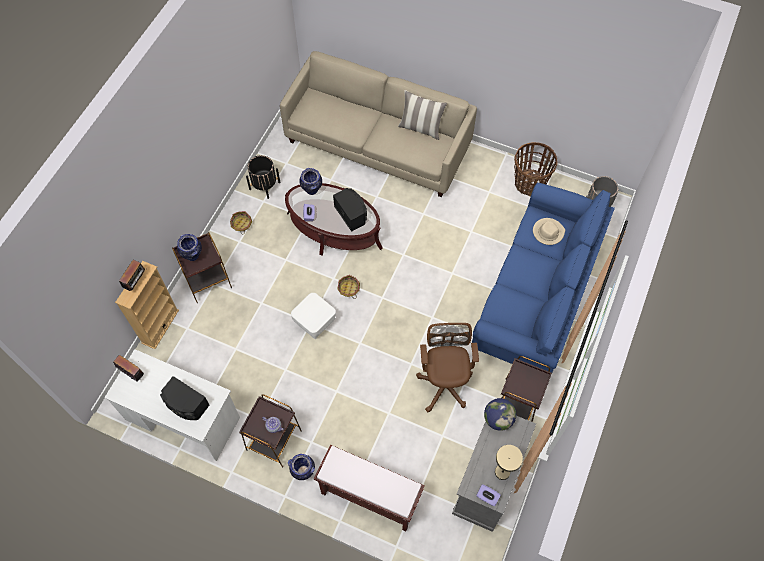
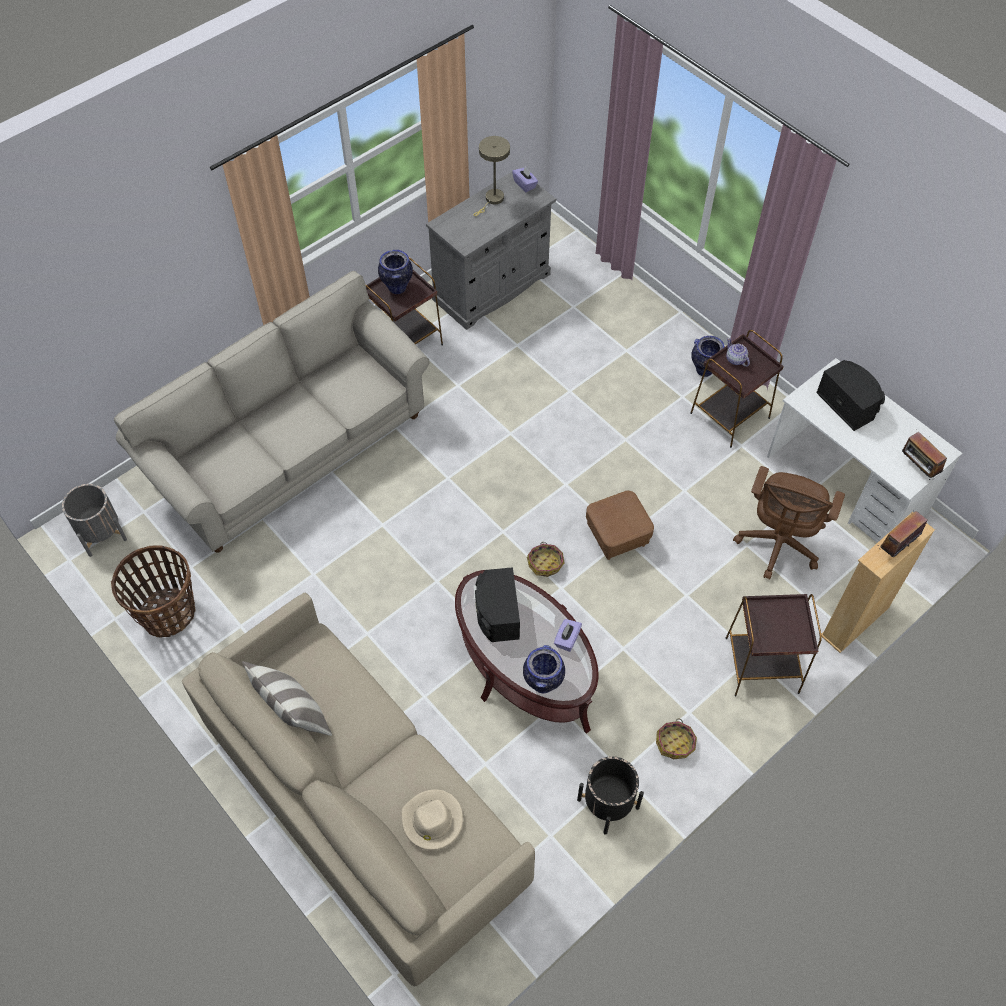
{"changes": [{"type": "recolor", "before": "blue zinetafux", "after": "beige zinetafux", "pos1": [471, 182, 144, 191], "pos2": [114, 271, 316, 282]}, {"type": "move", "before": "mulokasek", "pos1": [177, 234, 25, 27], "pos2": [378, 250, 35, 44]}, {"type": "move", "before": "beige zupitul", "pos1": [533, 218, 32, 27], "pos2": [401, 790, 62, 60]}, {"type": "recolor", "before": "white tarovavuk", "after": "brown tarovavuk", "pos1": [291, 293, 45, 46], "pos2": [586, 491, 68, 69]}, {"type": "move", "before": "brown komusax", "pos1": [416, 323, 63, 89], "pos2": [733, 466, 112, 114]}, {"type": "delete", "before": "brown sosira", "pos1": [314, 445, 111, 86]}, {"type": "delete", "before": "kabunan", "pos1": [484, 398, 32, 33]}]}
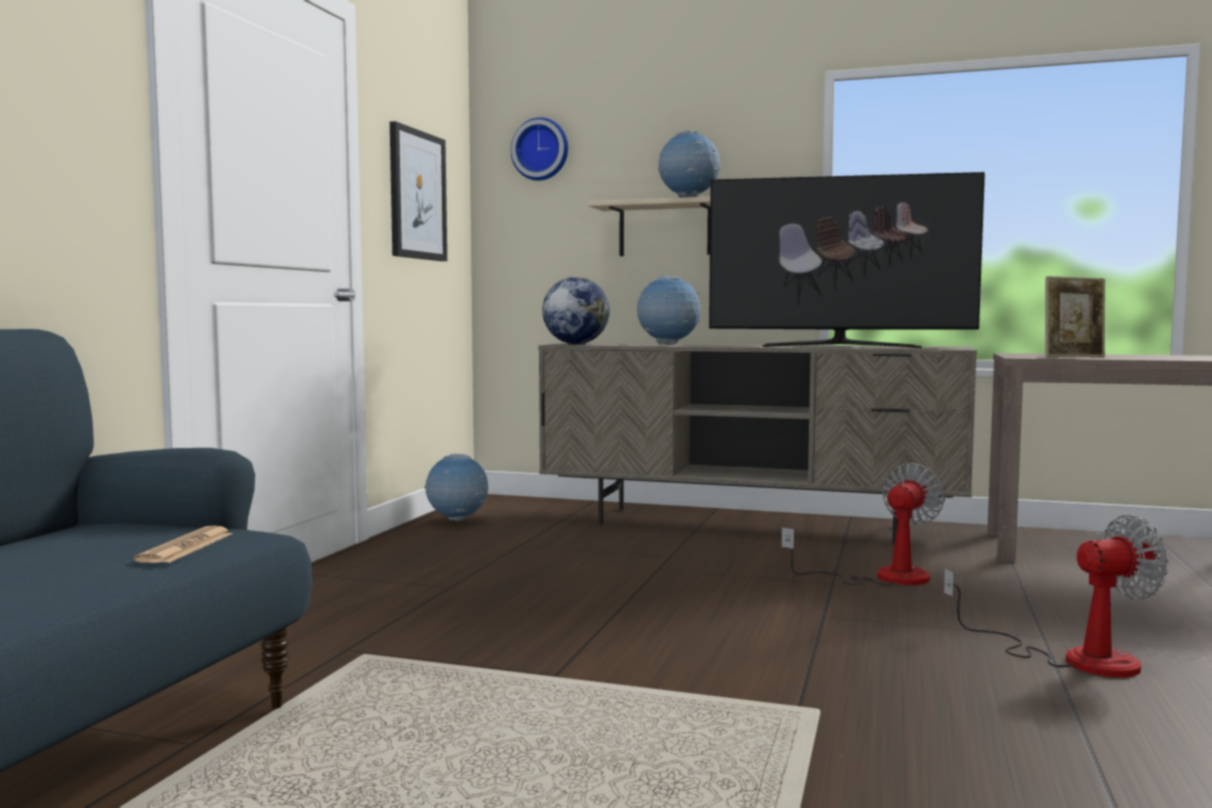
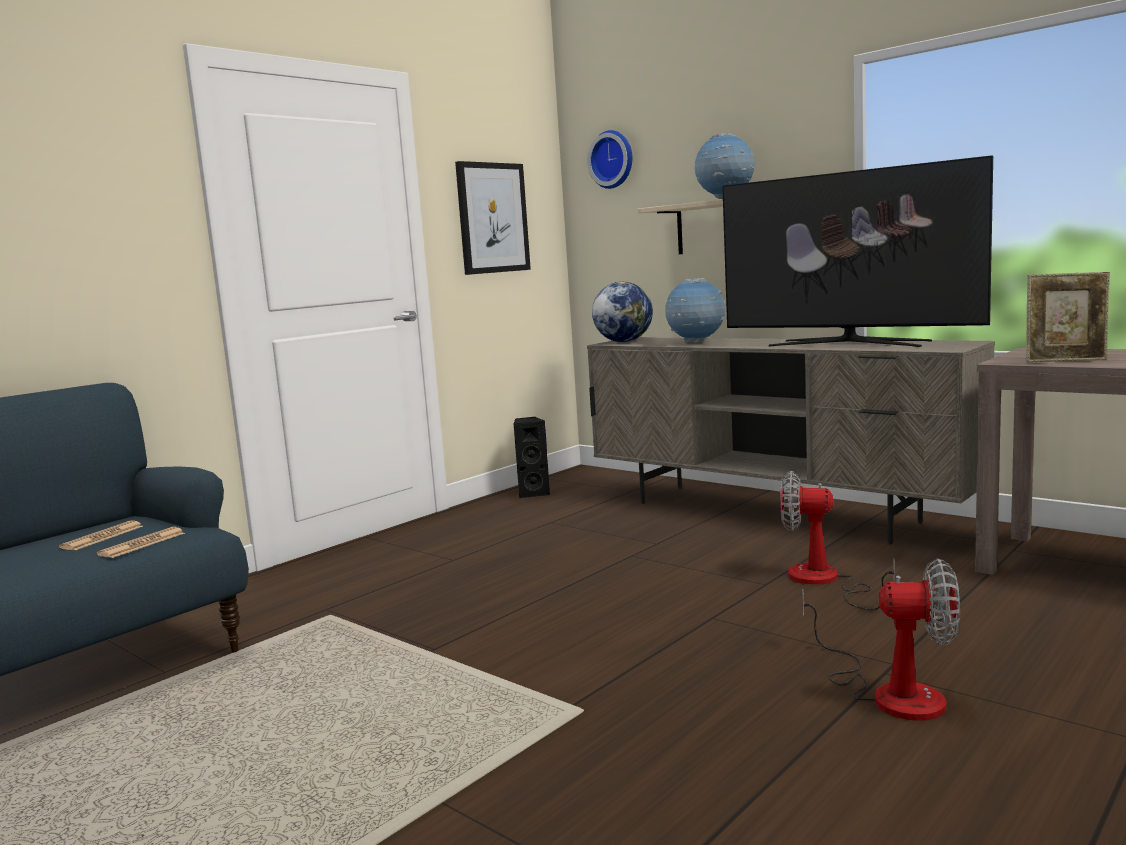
{"changes": [{"type": "insert", "after": "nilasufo", "pos2": [59, 520, 84, 30]}, {"type": "replace", "before": "kabunan", "after": "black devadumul", "pos1": [424, 454, 64, 67], "pos2": [514, 417, 36, 81]}, {"type": "rotate", "before": "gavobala", "pos1": [781, 463, 164, 123], "pos2": [780, 471, 115, 139], "turn": -135}]}
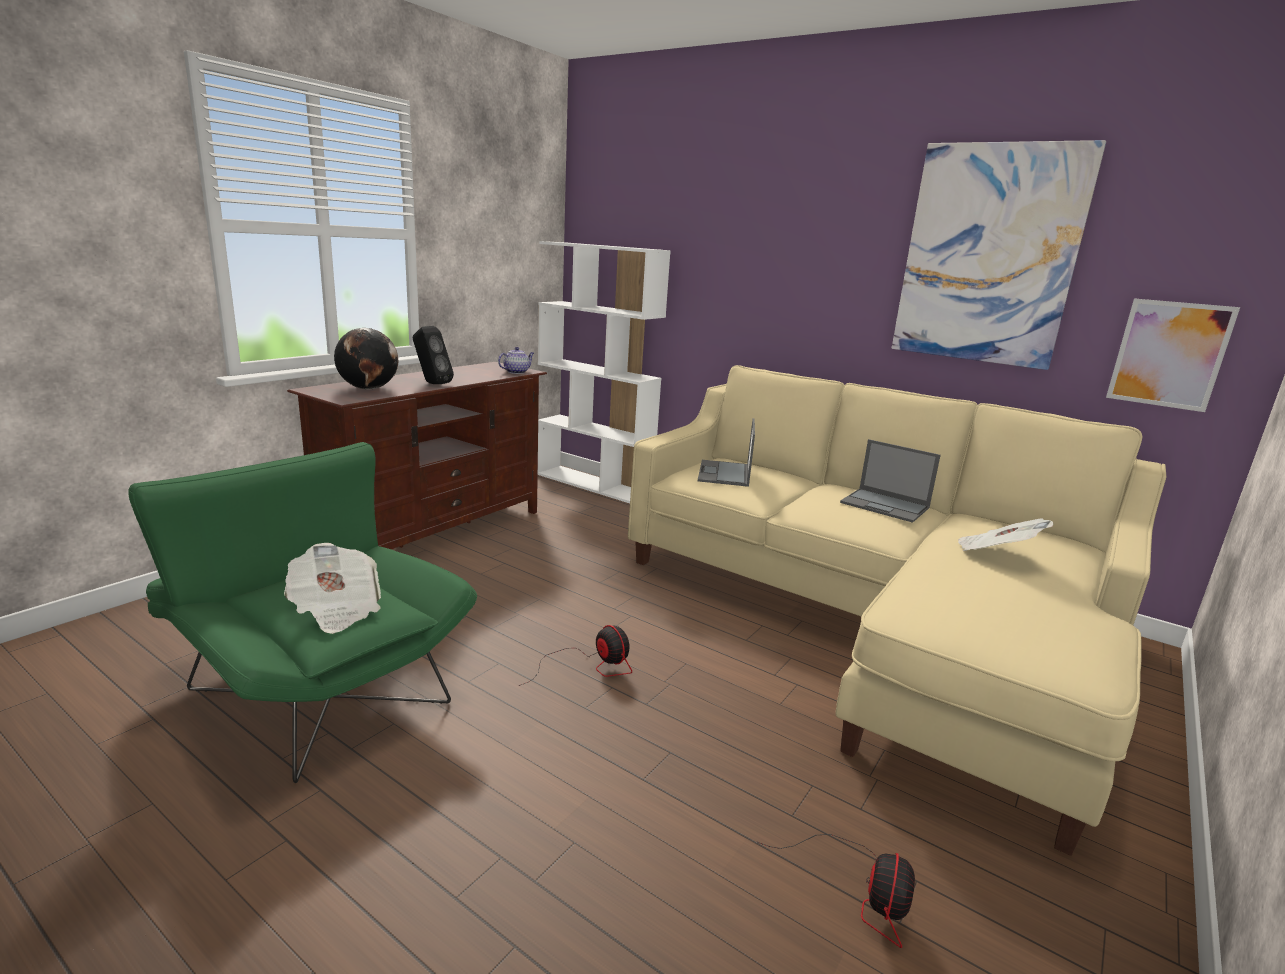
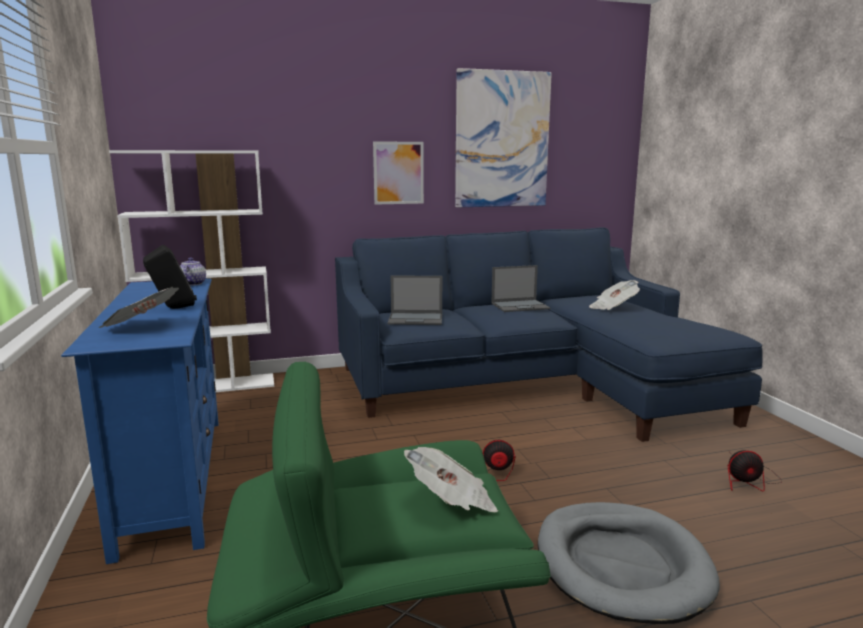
{"changes": [{"type": "recolor", "before": "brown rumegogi", "after": "blue rumegogi", "pos1": [287, 362, 260, 187], "pos2": [61, 278, 158, 286]}, {"type": "replace", "before": "kabunan", "after": "nilasufo", "pos1": [334, 328, 64, 61], "pos2": [99, 287, 80, 41]}, {"type": "recolor", "before": "beige zinetafux", "after": "blue zinetafux", "pos1": [628, 365, 538, 491], "pos2": [335, 227, 428, 215]}, {"type": "move", "before": "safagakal", "pos1": [1106, 298, 134, 114], "pos2": [373, 141, 51, 64]}, {"type": "rotate", "before": "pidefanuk", "pos1": [698, 418, 57, 69], "pos2": [387, 275, 55, 50], "turn": -45}, {"type": "insert", "after": "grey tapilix", "pos2": [538, 502, 182, 122]}, {"type": "rotate", "before": "gavobala", "pos1": [758, 834, 157, 114], "pos2": [728, 450, 54, 41], "turn": 120}]}
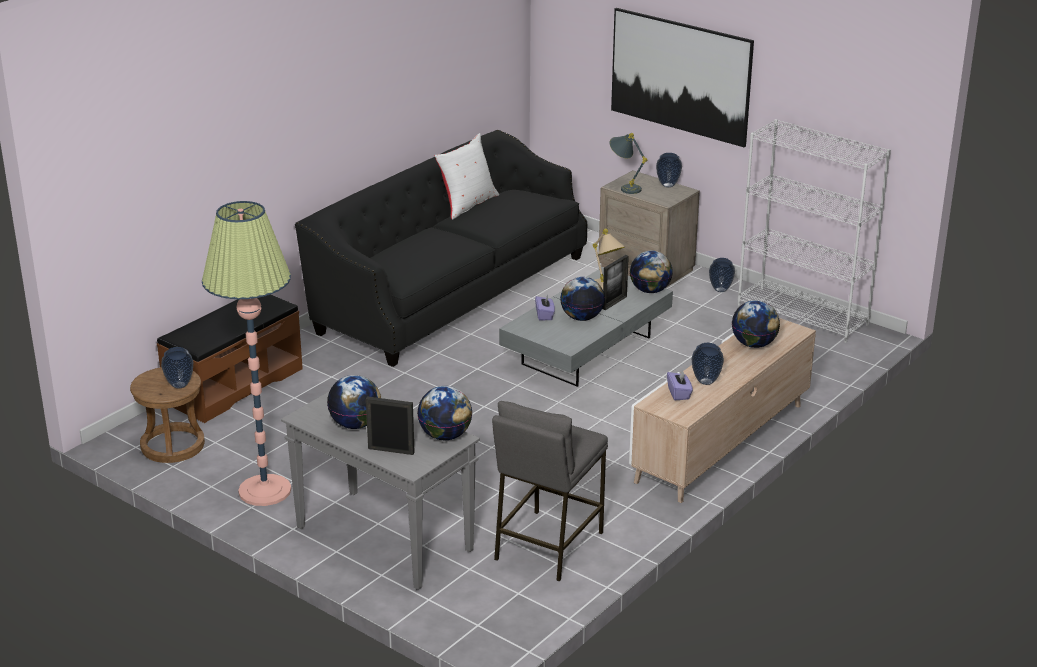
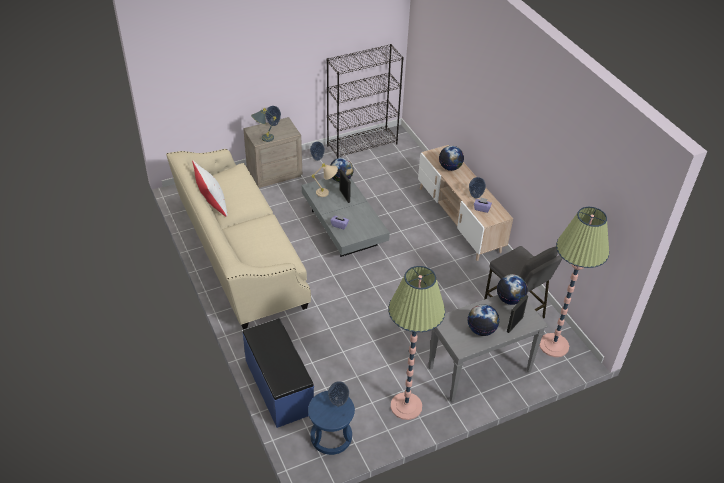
{"changes": [{"type": "recolor", "before": "black zinetafux", "after": "beige zinetafux", "pos1": [295, 130, 292, 237], "pos2": [166, 149, 145, 180]}, {"type": "recolor", "before": "brown sosira", "after": "blue sosira", "pos1": [157, 294, 146, 129], "pos2": [243, 318, 71, 110]}, {"type": "recolor", "before": "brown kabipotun", "after": "blue kabipotun", "pos1": [130, 367, 75, 96], "pos2": [308, 390, 47, 65]}, {"type": "recolor", "before": "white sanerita", "after": "black sanerita", "pos1": [738, 119, 153, 224], "pos2": [327, 44, 77, 114]}, {"type": "insert", "after": "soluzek", "pos2": [539, 207, 70, 150]}, {"type": "delete", "before": "kabunan", "pos1": [560, 277, 45, 44]}, {"type": "delete", "before": "safagakal", "pos1": [611, 8, 143, 139]}]}
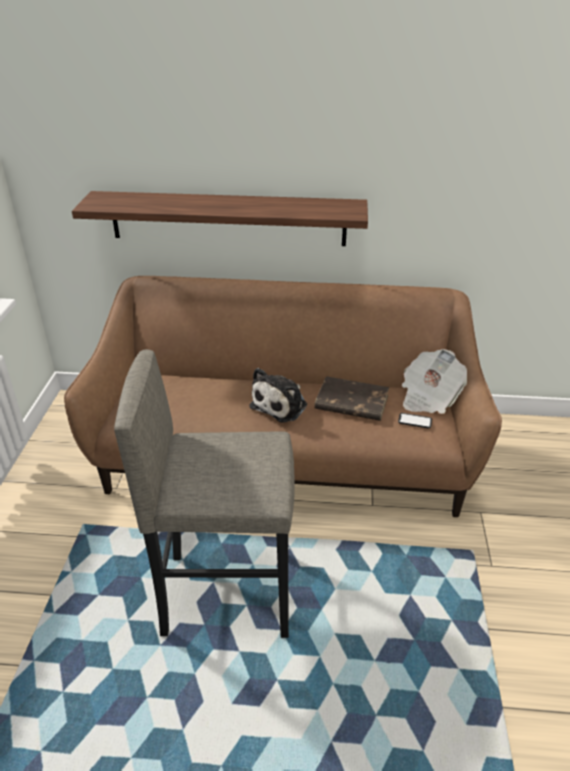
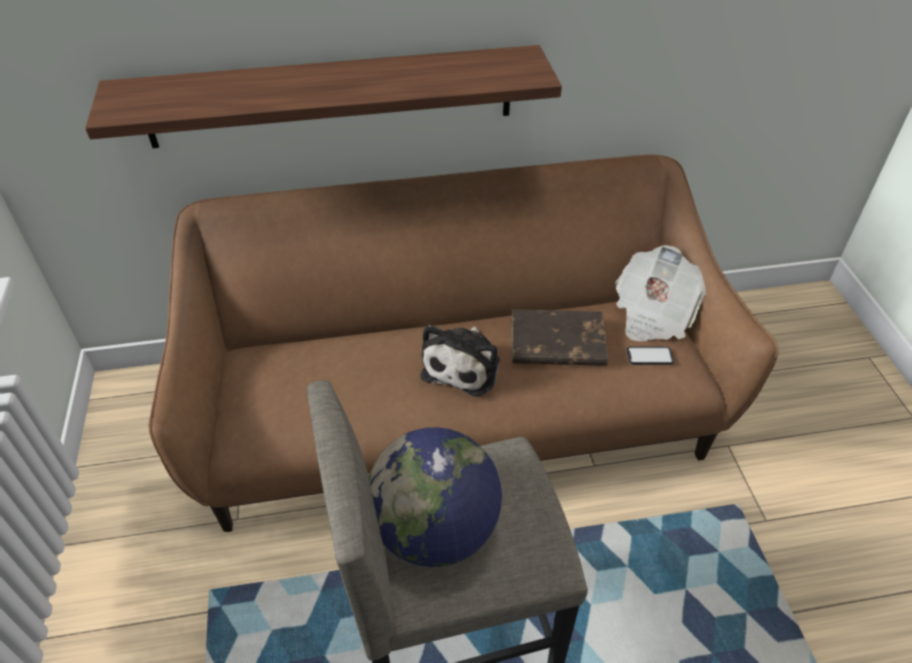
{"changes": [{"type": "insert", "after": "kabunan", "pos2": [369, 427, 133, 140]}]}
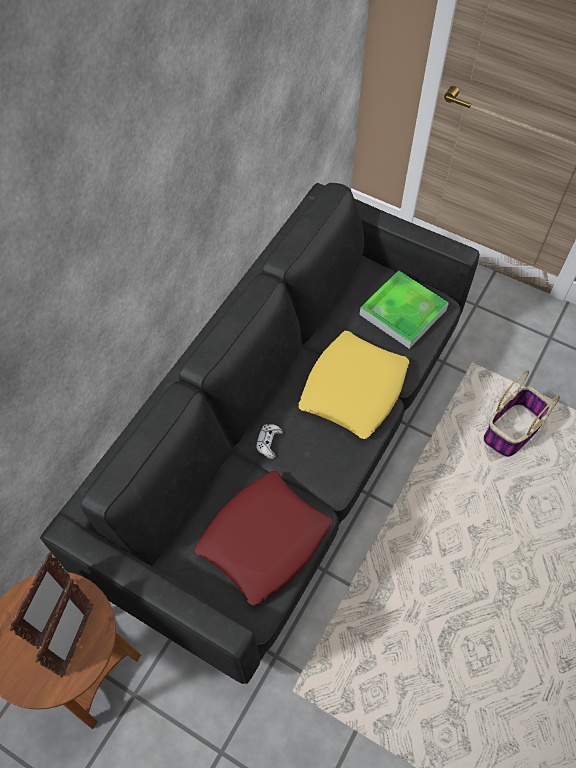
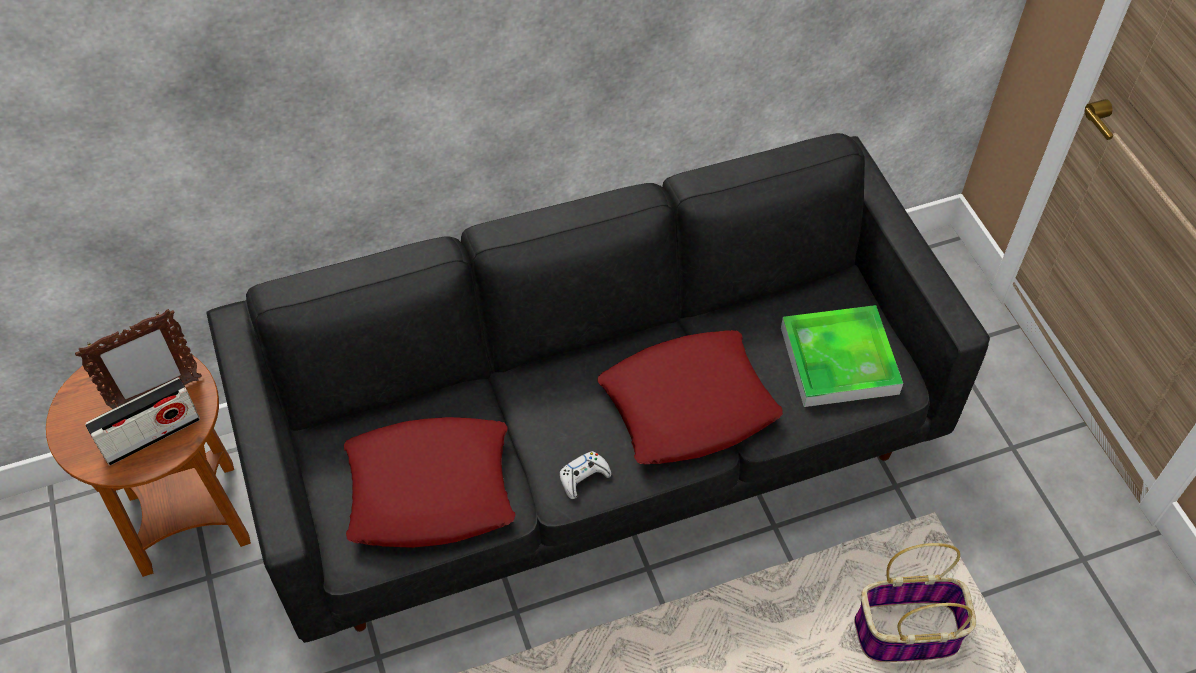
{"changes": [{"type": "replace", "before": "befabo", "after": "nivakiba", "pos1": [35, 579, 58, 99], "pos2": [85, 377, 115, 89]}, {"type": "move", "before": "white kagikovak", "pos1": [255, 424, 28, 35], "pos2": [560, 451, 51, 48]}, {"type": "recolor", "before": "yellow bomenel", "after": "red bomenel", "pos1": [298, 331, 111, 108], "pos2": [597, 330, 186, 134]}]}
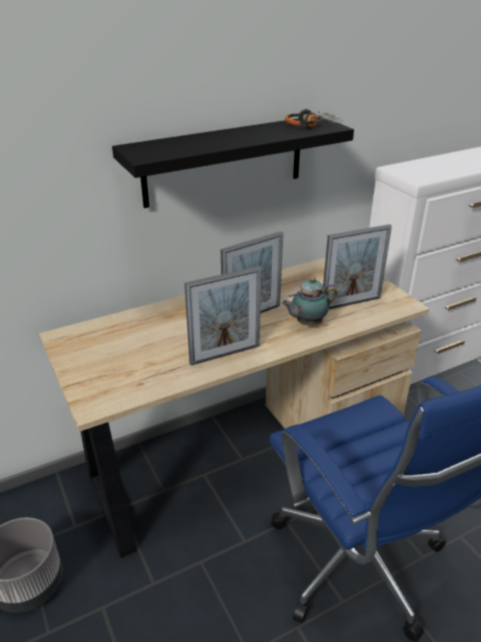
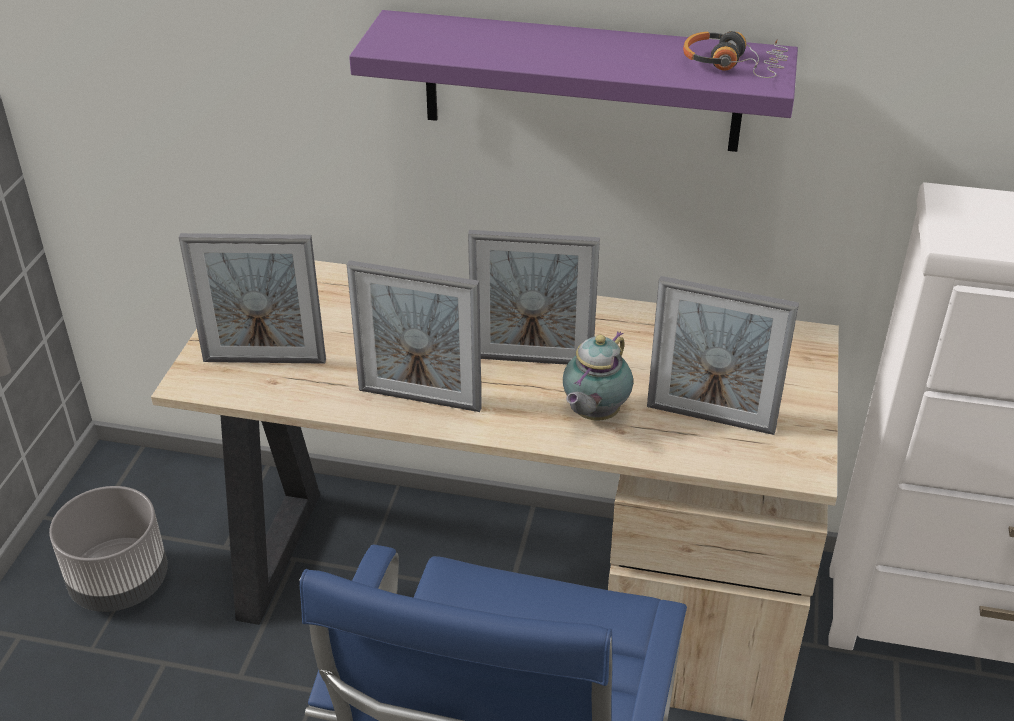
{"changes": [{"type": "insert", "after": "befabo", "pos2": [179, 233, 147, 131]}, {"type": "recolor", "before": "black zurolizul", "after": "purple zurolizul", "pos1": [112, 115, 242, 93], "pos2": [349, 10, 449, 142]}, {"type": "rotate", "before": "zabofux", "pos1": [281, 277, 57, 49], "pos2": [563, 331, 70, 90], "turn": -75}]}
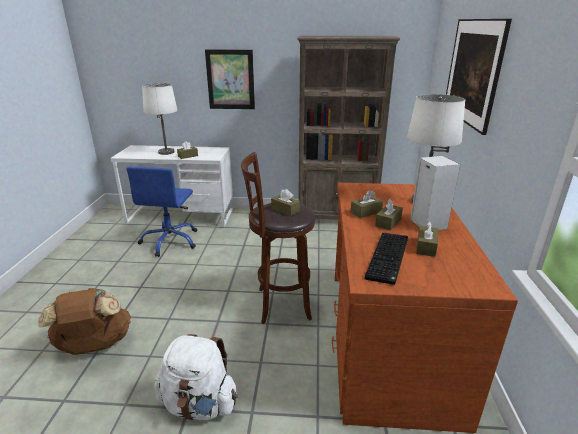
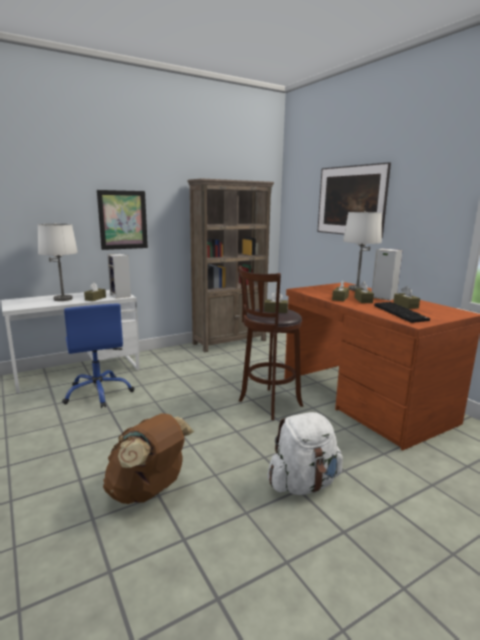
{"changes": [{"type": "insert", "after": "devadumul", "pos2": [107, 254, 24, 45]}]}
